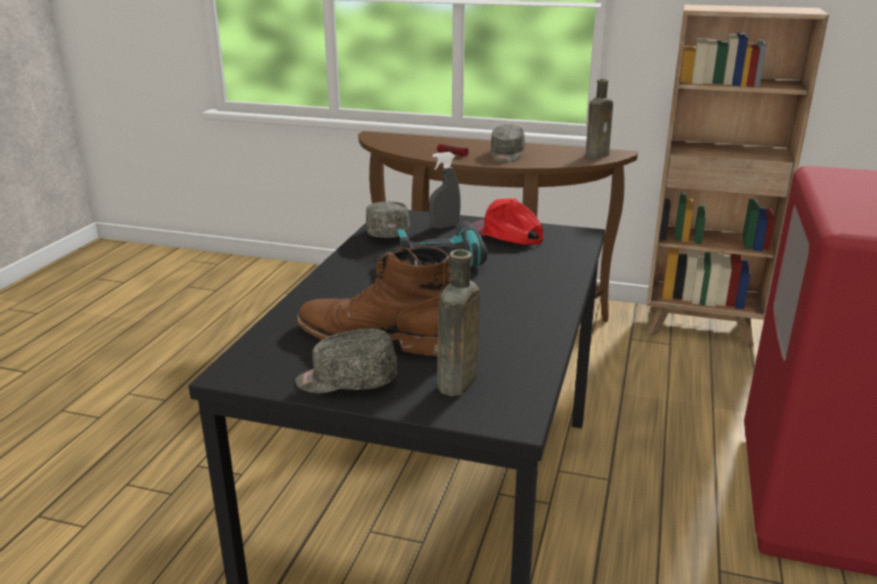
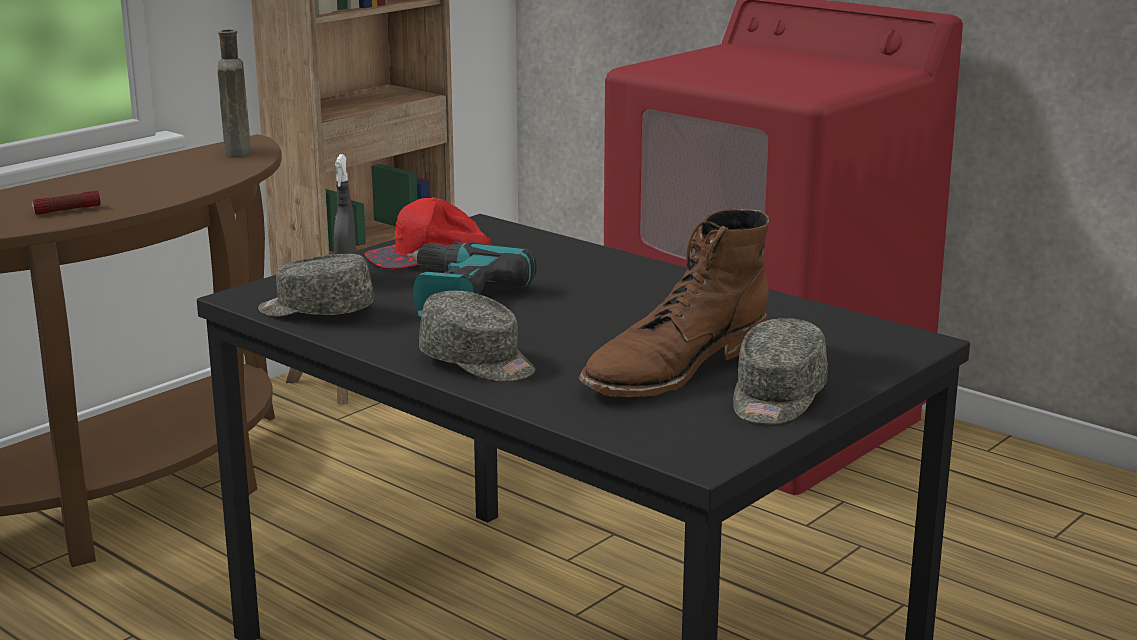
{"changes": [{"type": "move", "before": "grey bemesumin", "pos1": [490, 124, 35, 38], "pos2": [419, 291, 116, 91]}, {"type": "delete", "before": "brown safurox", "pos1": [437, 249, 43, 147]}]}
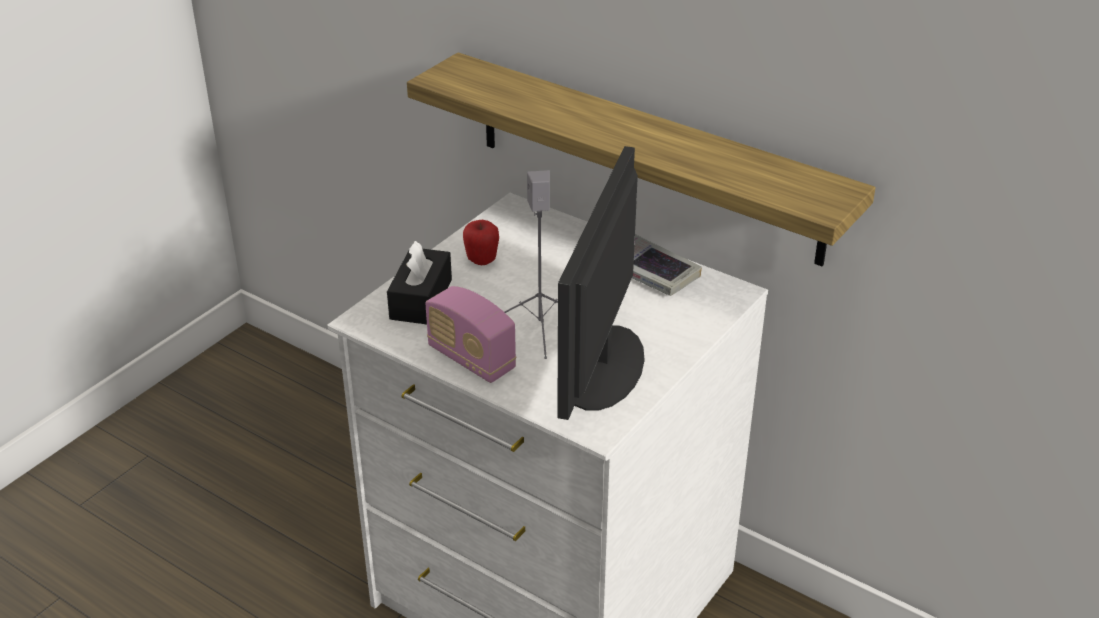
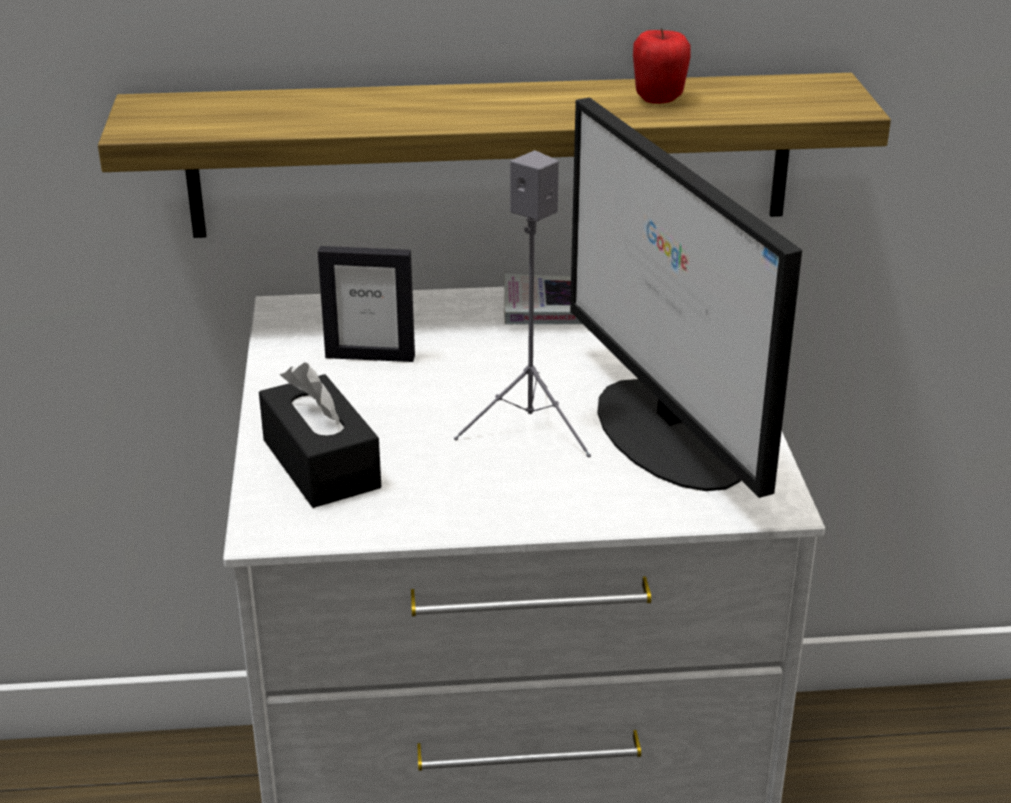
{"changes": [{"type": "insert", "after": "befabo", "pos2": [318, 246, 97, 116]}, {"type": "move", "before": "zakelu", "pos1": [463, 220, 36, 45], "pos2": [633, 28, 58, 76]}, {"type": "delete", "before": "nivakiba", "pos1": [425, 286, 92, 97]}]}
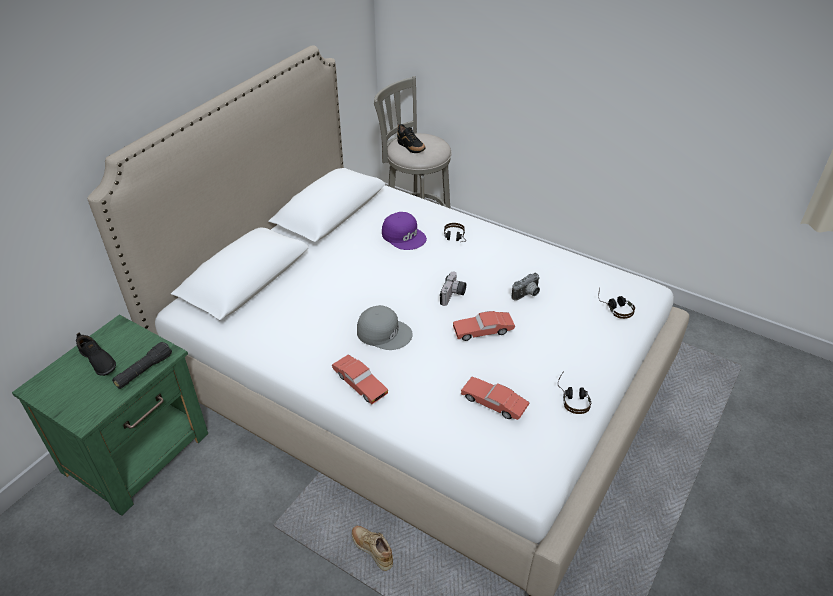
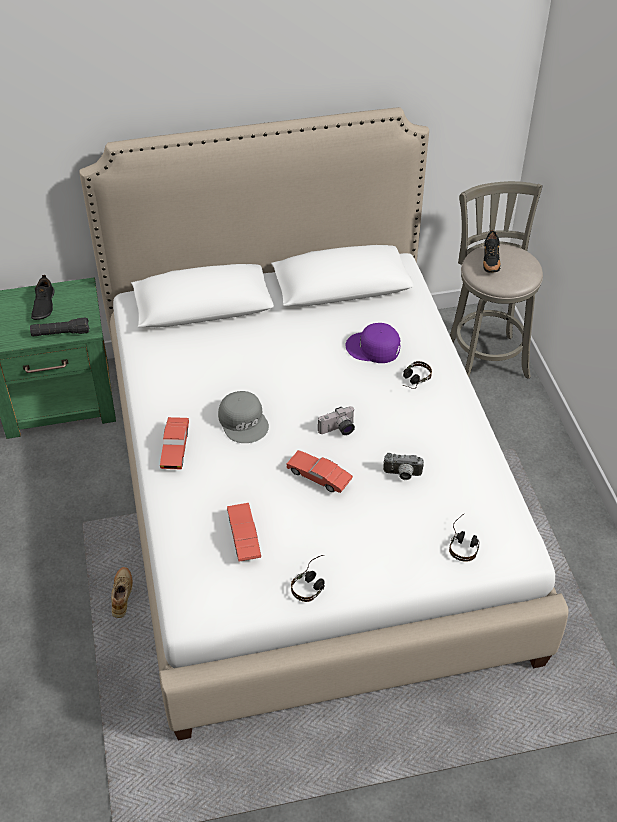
{"changes": [{"type": "rotate", "before": "purple bemesumin", "pos1": [382, 212, 45, 38], "pos2": [345, 323, 56, 40], "turn": 105}]}
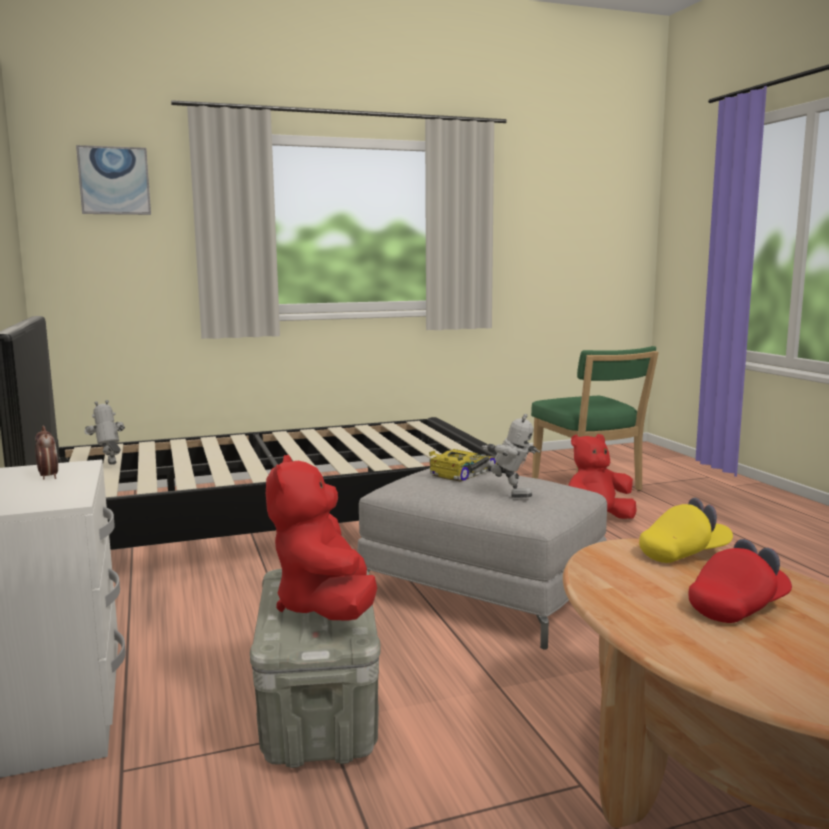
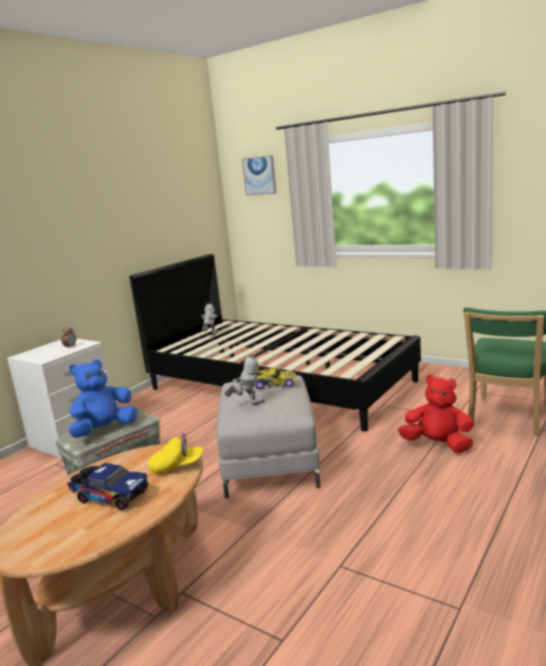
{"changes": [{"type": "replace", "before": "red bemesumin", "after": "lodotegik", "pos1": [689, 539, 103, 84], "pos2": [67, 463, 82, 47]}, {"type": "recolor", "before": "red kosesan", "after": "blue kosesan", "pos1": [266, 455, 111, 166], "pos2": [69, 359, 68, 79]}, {"type": "rotate", "before": "yellow bemesumin", "pos1": [639, 498, 94, 65], "pos2": [148, 433, 55, 41], "turn": -45}, {"type": "rotate", "before": "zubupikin", "pos1": [471, 414, 69, 84], "pos2": [225, 354, 40, 51], "turn": -90}]}
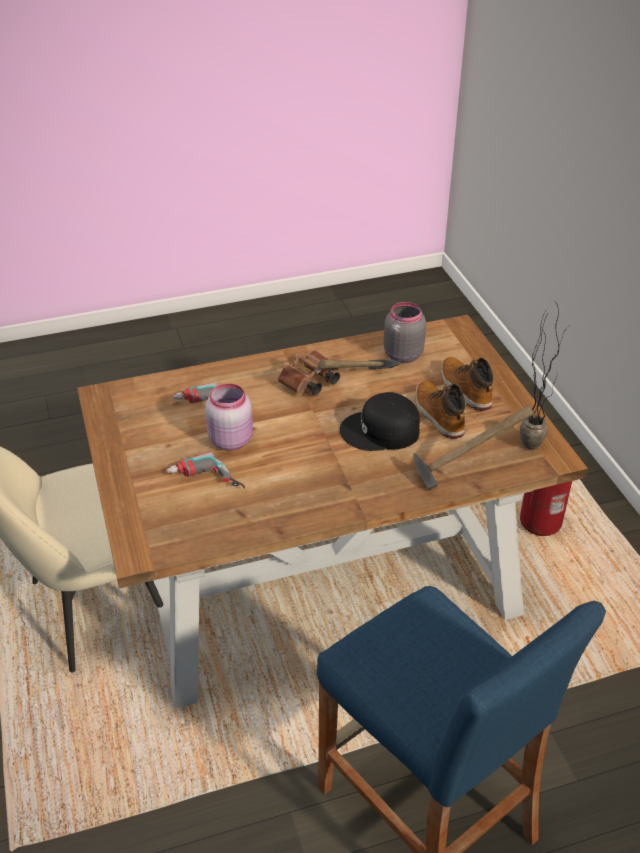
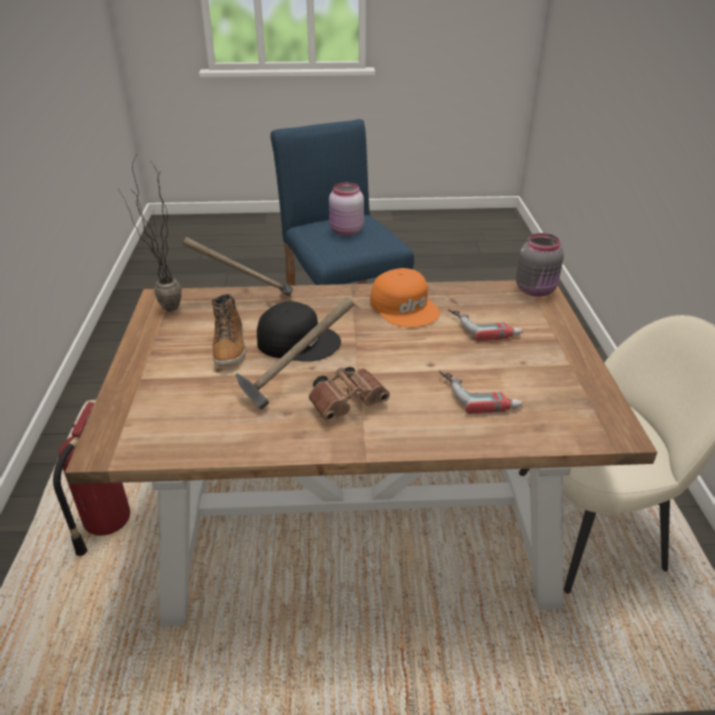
{"changes": [{"type": "move", "before": "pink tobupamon", "pos1": [205, 383, 48, 68], "pos2": [329, 182, 35, 54]}, {"type": "insert", "after": "orange bemesumin", "pos2": [370, 268, 70, 59]}, {"type": "move", "before": "grey tobupamon", "pos1": [383, 302, 43, 61], "pos2": [516, 233, 48, 64]}, {"type": "delete", "before": "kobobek", "pos1": [441, 357, 53, 54]}]}
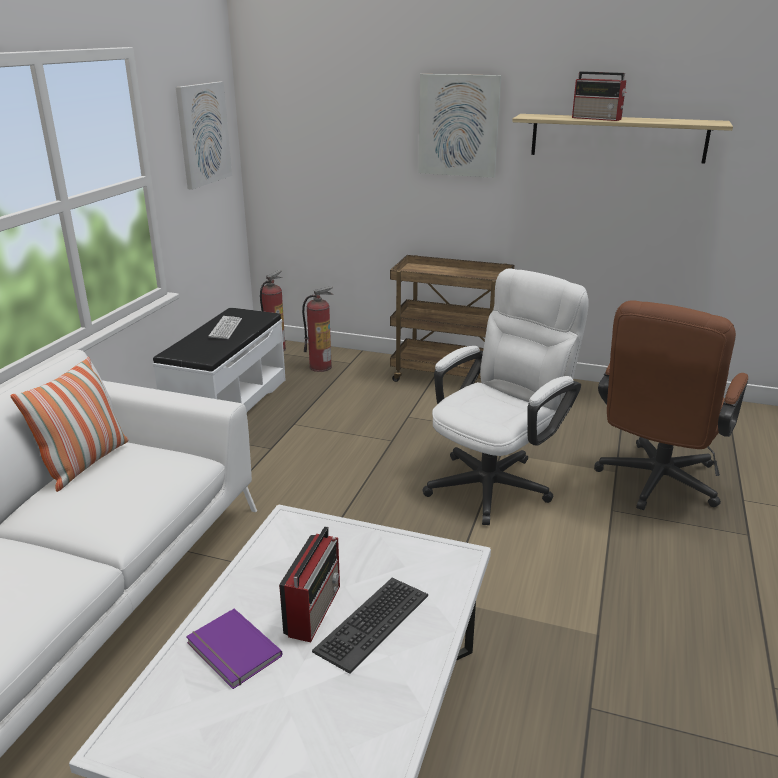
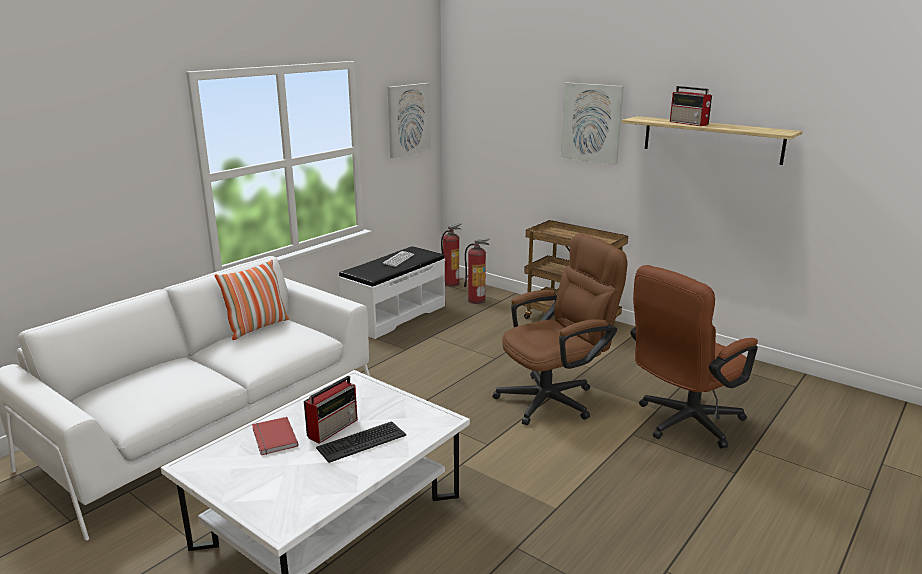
{"changes": [{"type": "recolor", "before": "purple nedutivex", "after": "red nedutivex", "pos1": [186, 608, 96, 81], "pos2": [252, 417, 46, 38]}, {"type": "recolor", "before": "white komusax", "after": "brown komusax", "pos1": [423, 268, 166, 257], "pos2": [493, 234, 135, 191]}]}
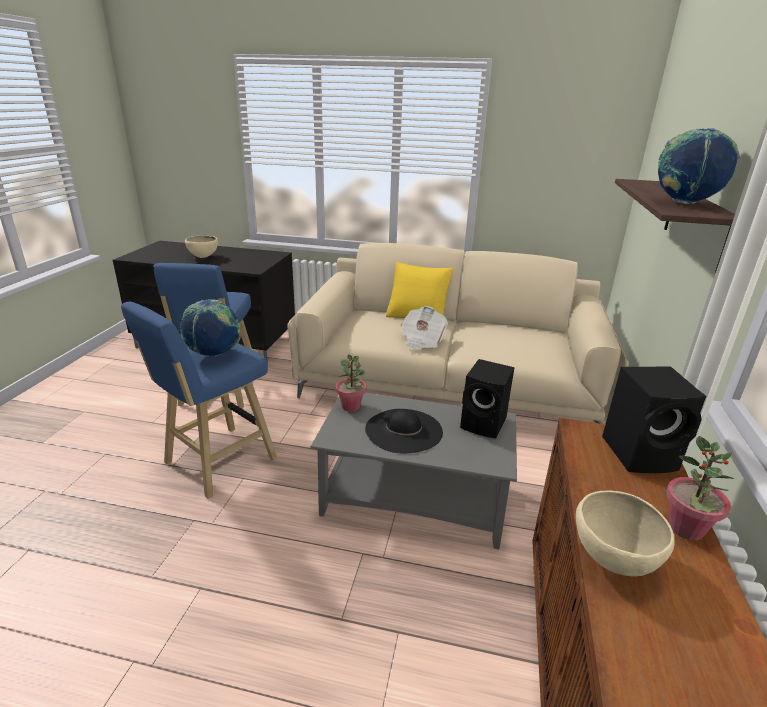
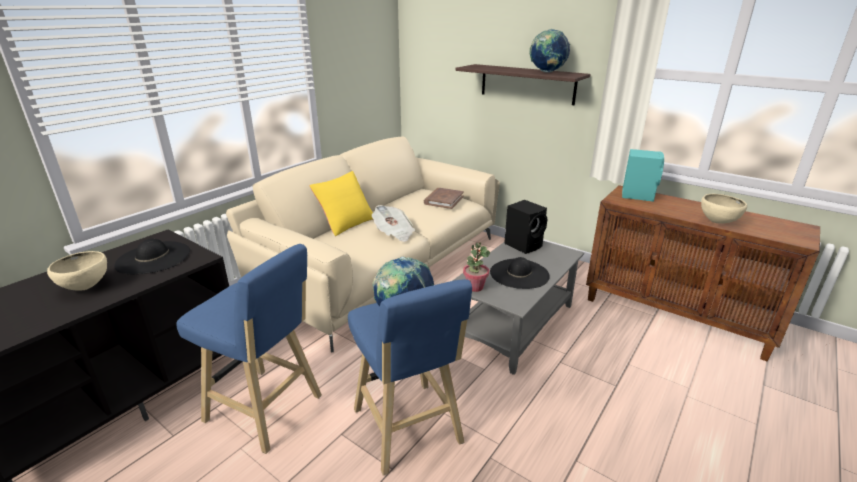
{"changes": [{"type": "insert", "after": "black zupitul", "pos2": [114, 238, 76, 36]}, {"type": "insert", "after": "brown nedutivex", "pos2": [424, 188, 40, 21]}, {"type": "recolor", "before": "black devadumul", "after": "turquoise devadumul", "pos1": [602, 367, 104, 106], "pos2": [622, 149, 42, 53]}, {"type": "delete", "before": "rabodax", "pos1": [666, 436, 68, 104]}]}
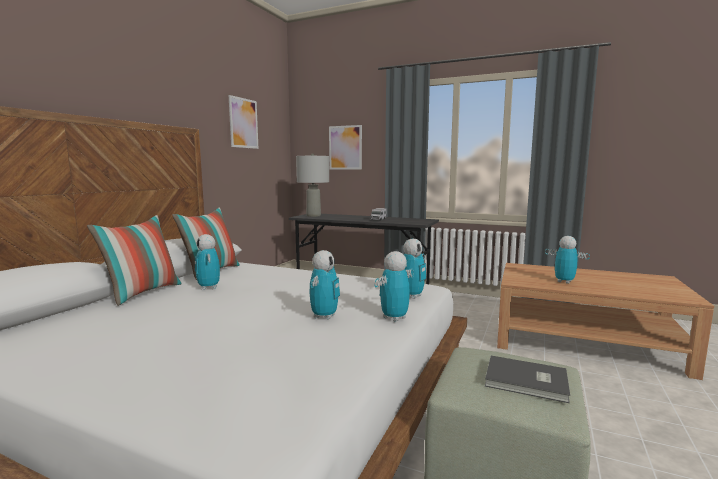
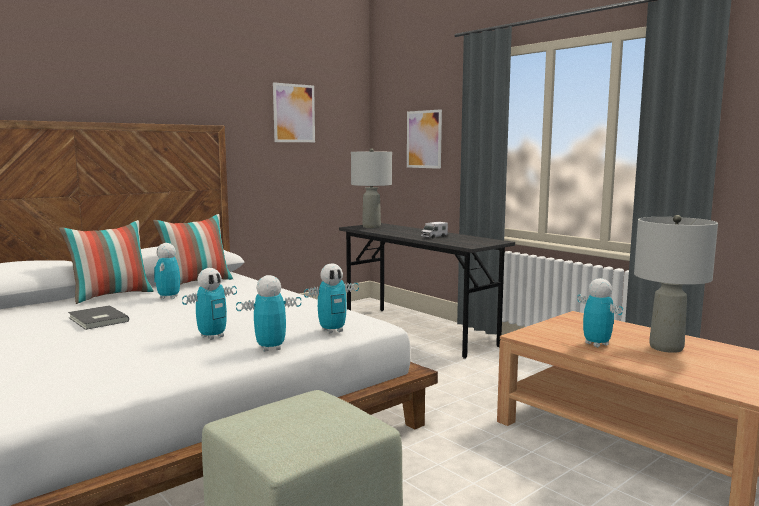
{"changes": [{"type": "move", "before": "grey nedutivex", "pos1": [485, 356, 85, 47], "pos2": [68, 305, 61, 25]}, {"type": "insert", "after": "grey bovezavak", "pos2": [634, 215, 84, 138]}]}
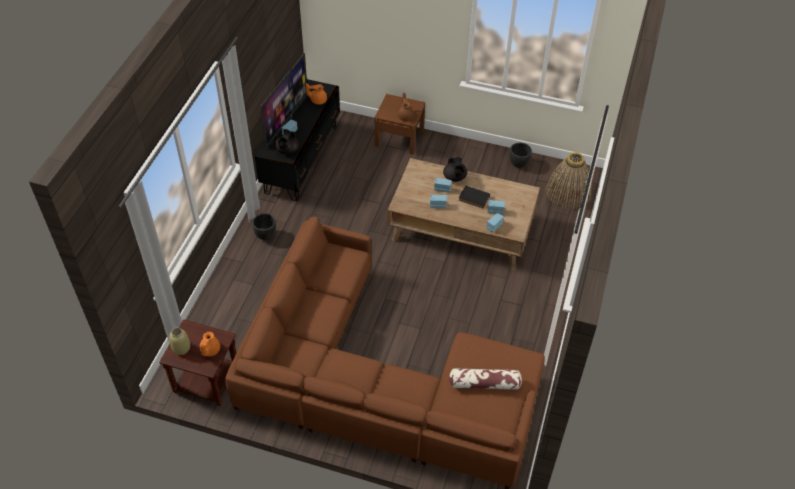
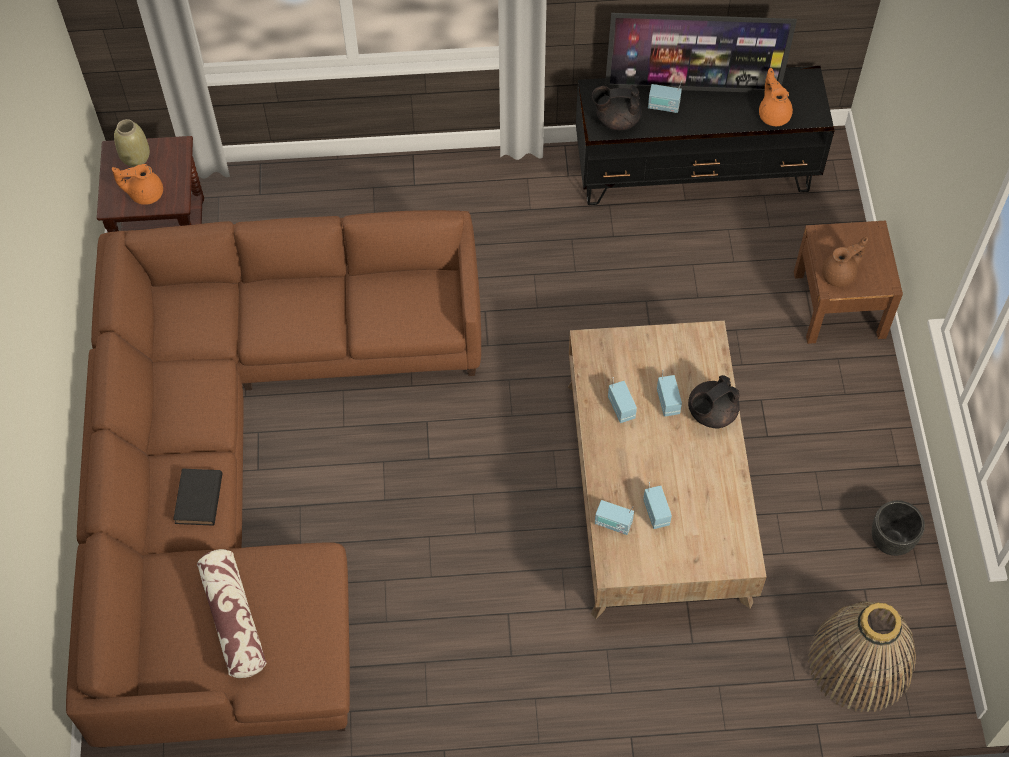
{"changes": [{"type": "move", "before": "black nedutivex", "pos1": [459, 185, 31, 23], "pos2": [173, 469, 50, 57]}, {"type": "delete", "before": "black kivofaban", "pos1": [252, 213, 24, 27]}]}
